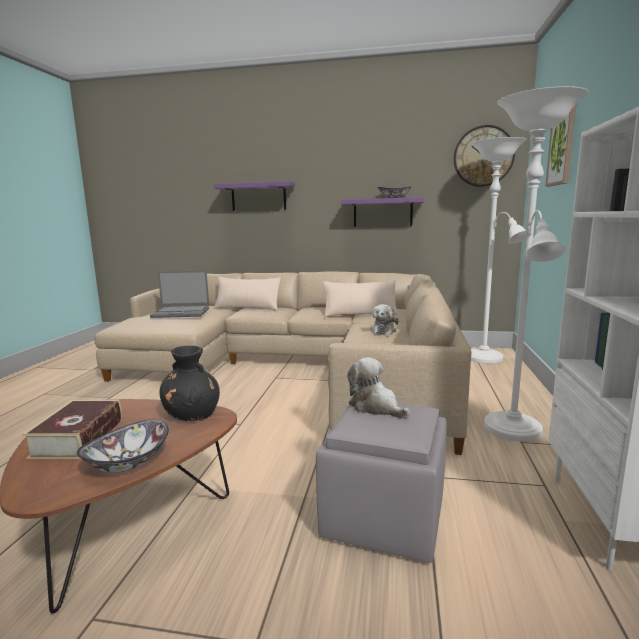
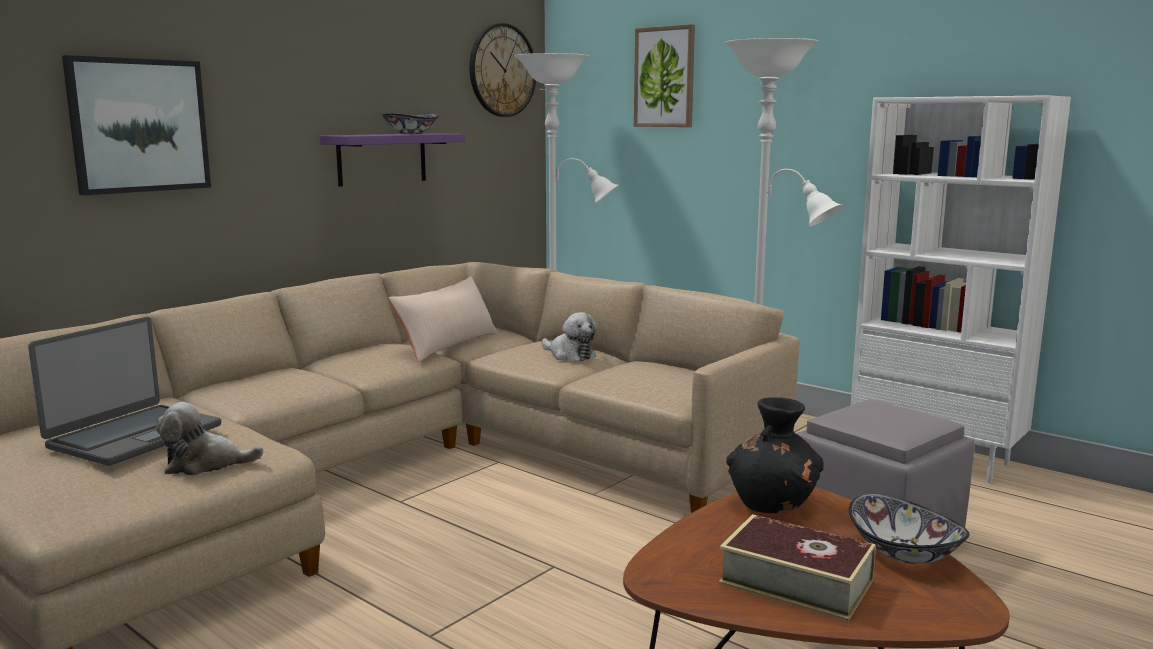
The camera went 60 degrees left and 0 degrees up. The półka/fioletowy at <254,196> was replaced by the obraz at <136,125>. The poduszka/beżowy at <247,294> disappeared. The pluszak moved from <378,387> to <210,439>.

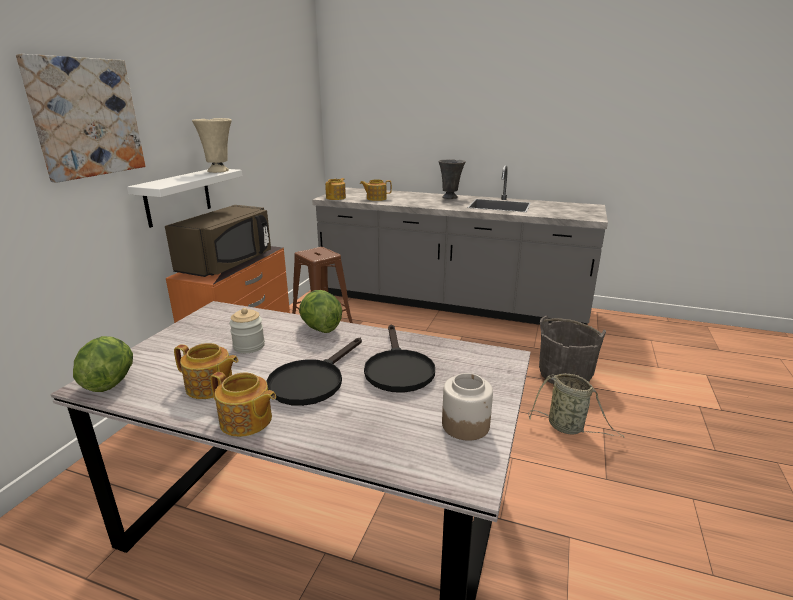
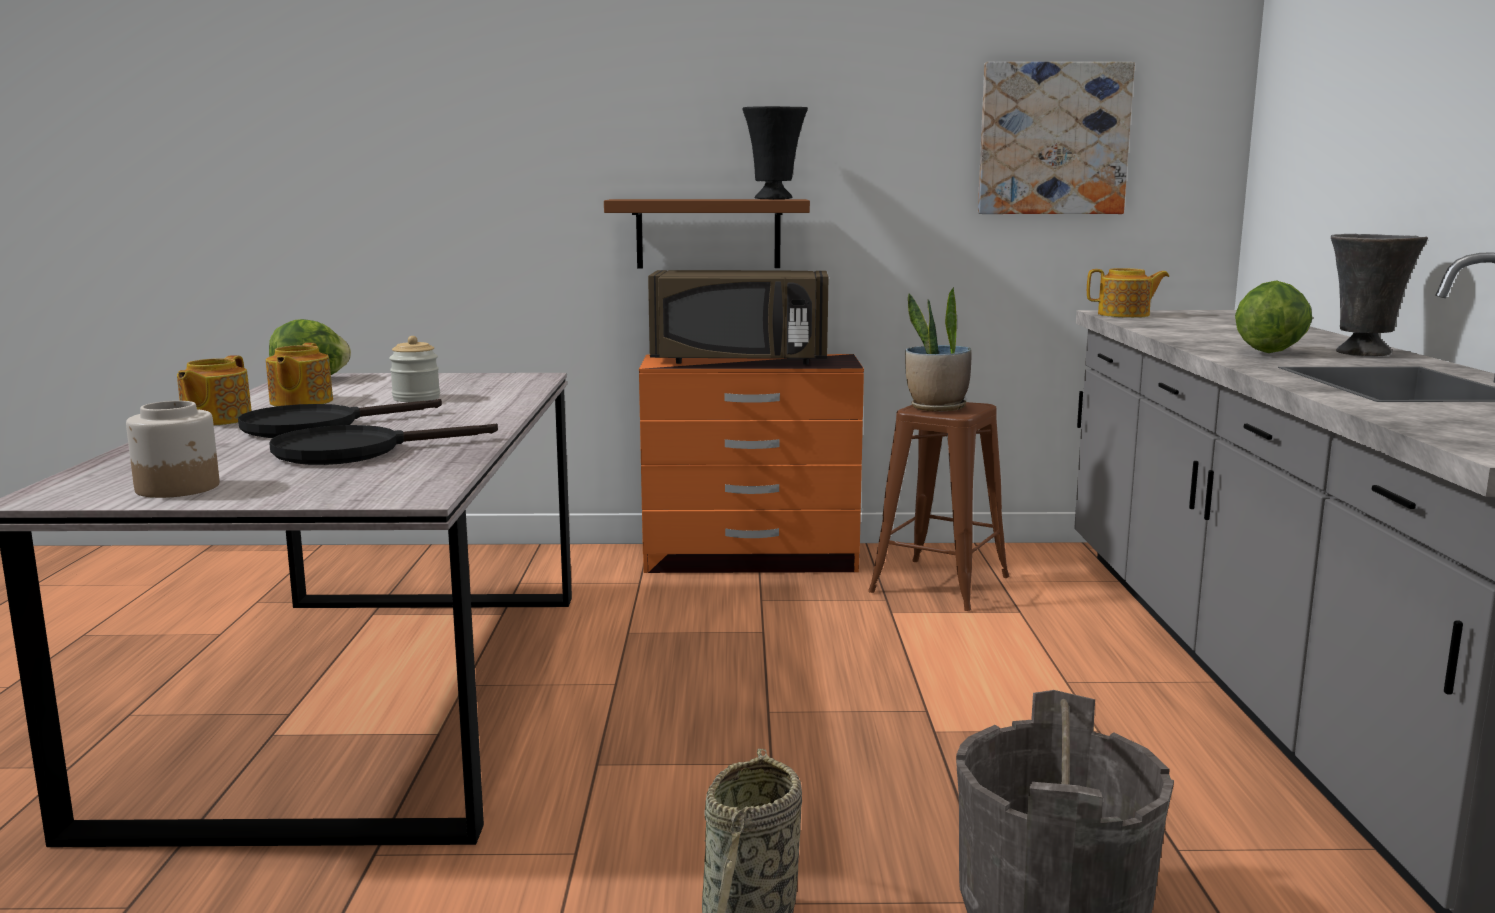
The camera went 70 degrees right and 10 degrees down. The obraz moved from <80,118> to <1056,138>. The półka/biały at <184,198> became the półka/brązowy at <707,233>. The wazon/beżowy at <212,145> became the wazon/czarny at <775,152>. The patelnia/czarny at <314,372> turned 45 degrees counterclockwise. The sałata moved from <320,311> to <1273,316>. The imbryk at <376,190> disappeared. The roślina doniczkowa at <938,349> appeared.

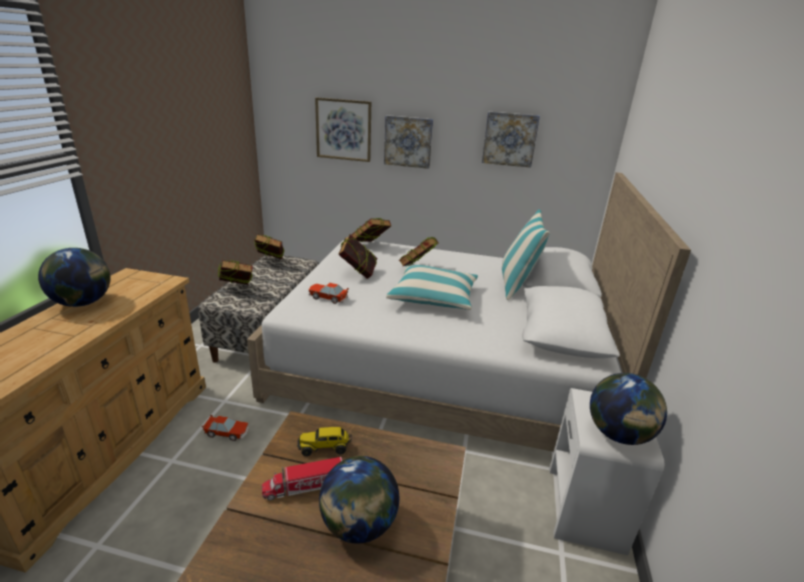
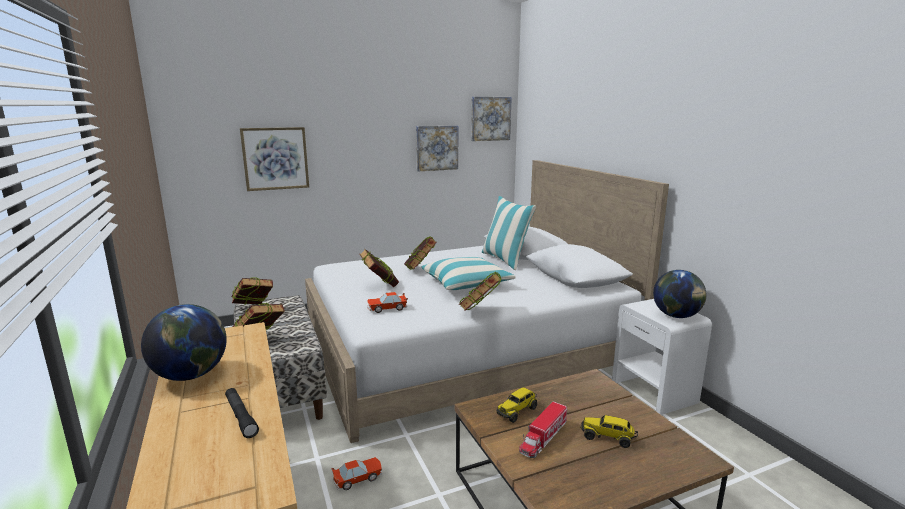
The camera went 35 degrees left and 10 degrees down. The globus at <359,500> was replaced by the ciężarówka zabawkowa at <609,431>. The książka moved from <371,230> to <480,291>. The obraz moved from <408,142> to <491,119>. The latarka/czarny at <242,413> appeared.

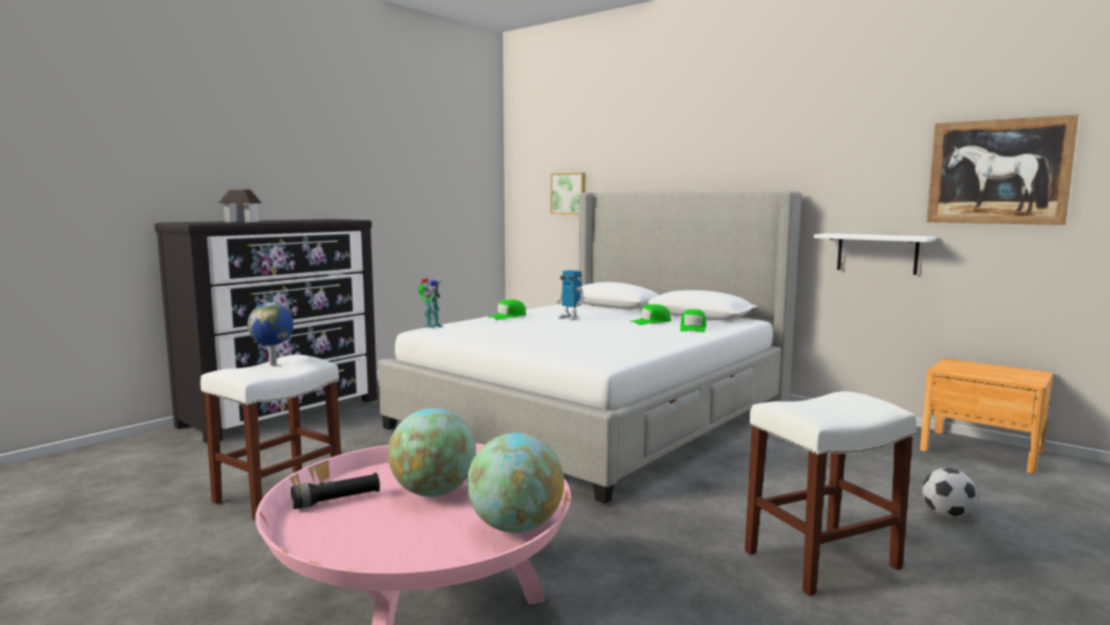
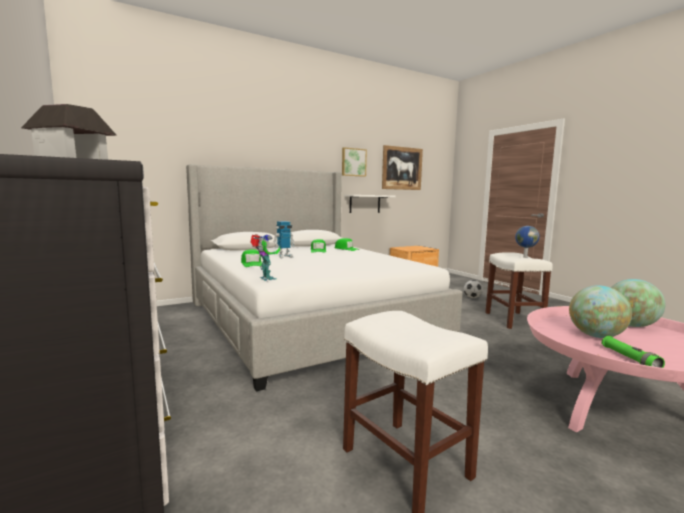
The camera went 70 degrees left and 0 degrees up. The globus moved from <270,334> to <527,242>. The latarka/czarny at <335,491> became the latarka/zielony at <633,352>. The obraz moved from <568,193> to <354,162>.

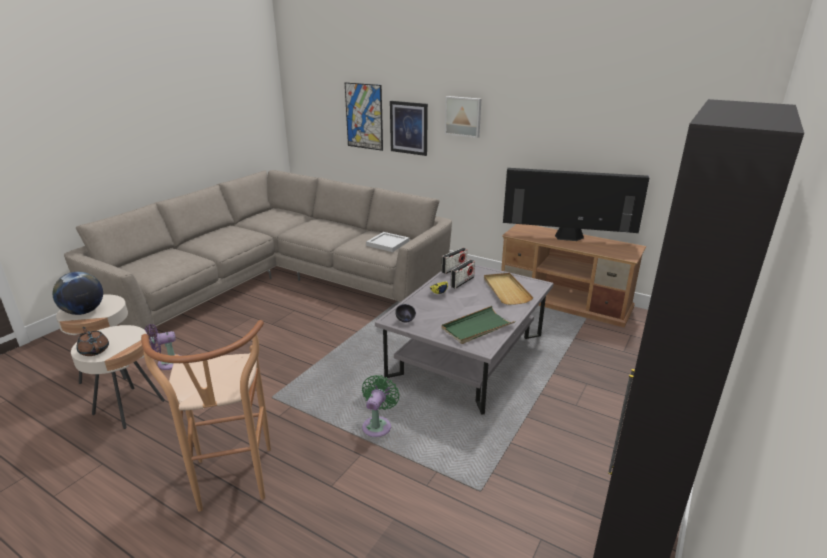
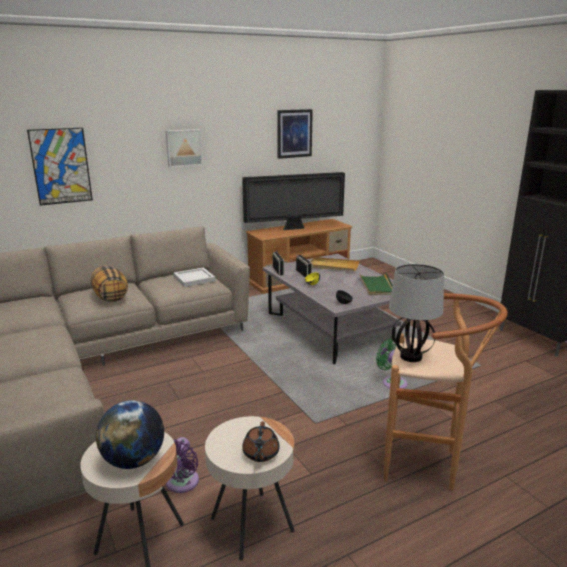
The camera went 60 degrees left and 5 degrees down. The imbryk/brązowy at <93,341> turned 75 degrees counterclockwise. The obraz moved from <409,128> to <295,134>. The telewizor at <576,204> turned 150 degrees counterclockwise. The poduszka at <109,283> appeared. The lampa stołowa at <416,313> appeared.

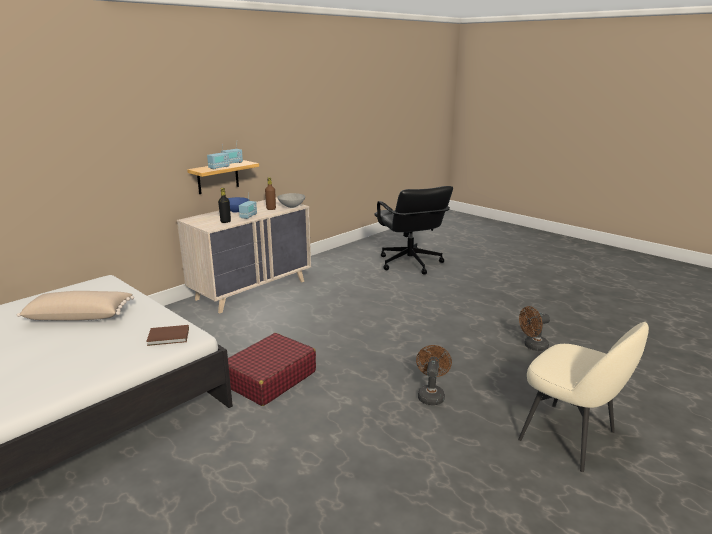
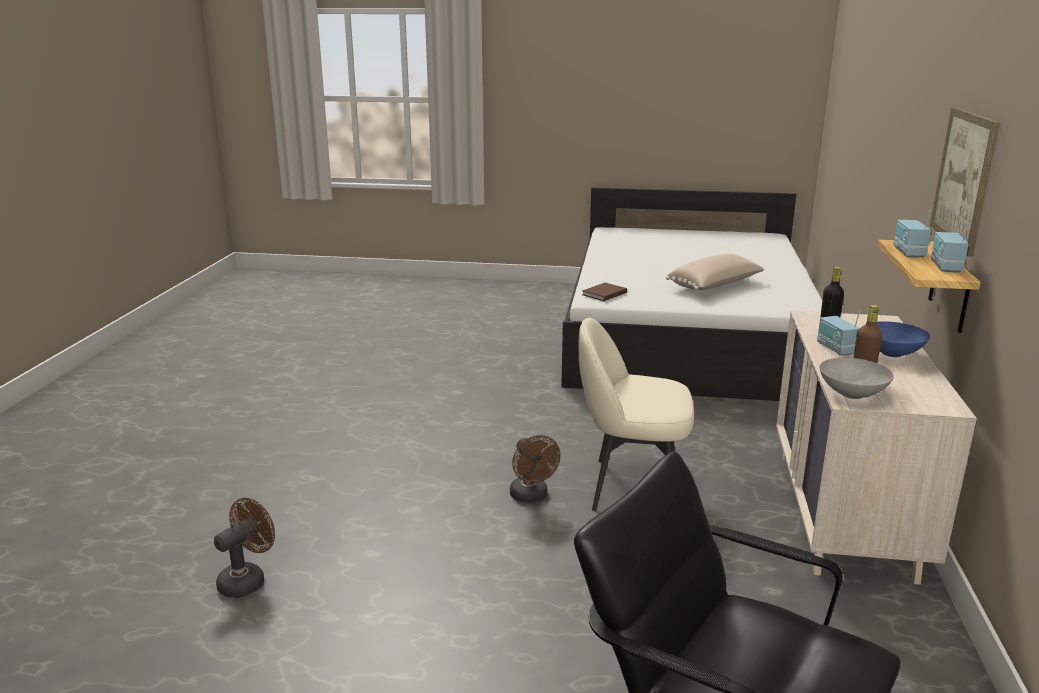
The camera went 145 degrees right and 0 degrees up. The walizka/czerwony at <272,369> disappeared. The wentylator/brązowy moved from <434,375> to <535,469>. The krzesło/beżowy moved from <583,397> to <636,414>. The obraz at <965,182> appeared.

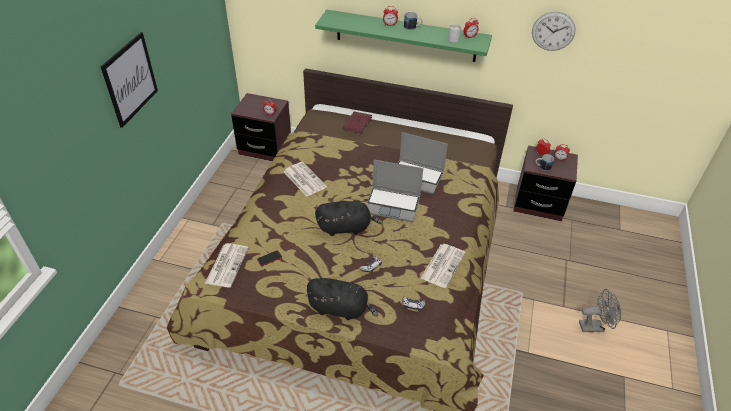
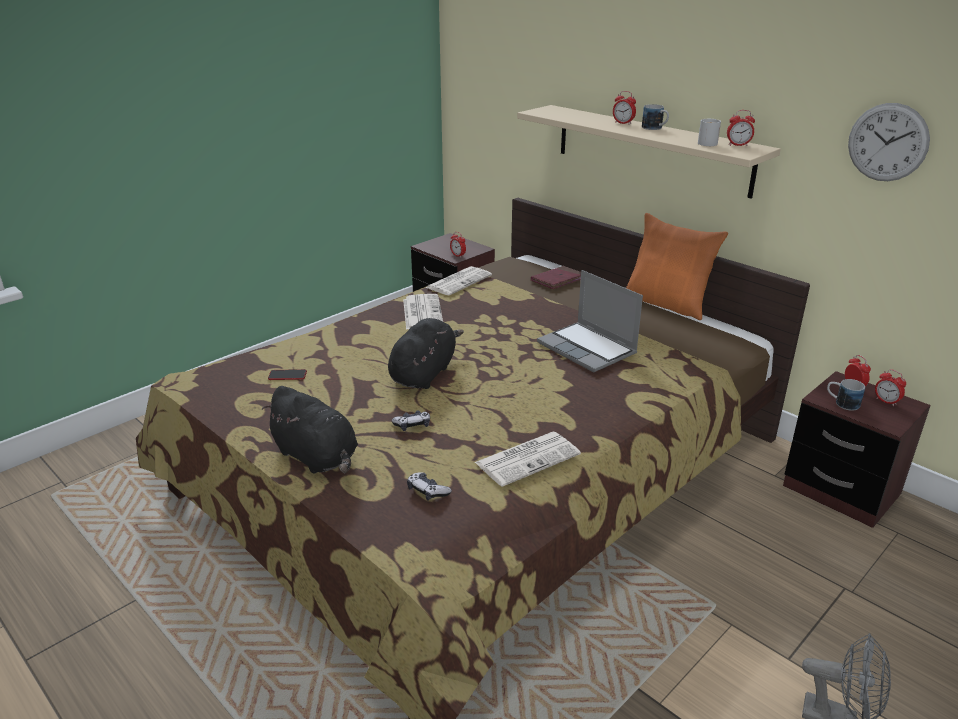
The camera went 30 degrees right and 15 degrees down. The obraz at <129,80> disappeared. The gazeta moved from <227,265> to <458,280>. The półka/zielony at <403,36> became the półka/beżowy at <649,152>. The pluszak/czarny at <349,218> turned 90 degrees counterclockwise. The laptop at <394,191> disappeared. The poduszka/pomarańczowy at <677,266> appeared.

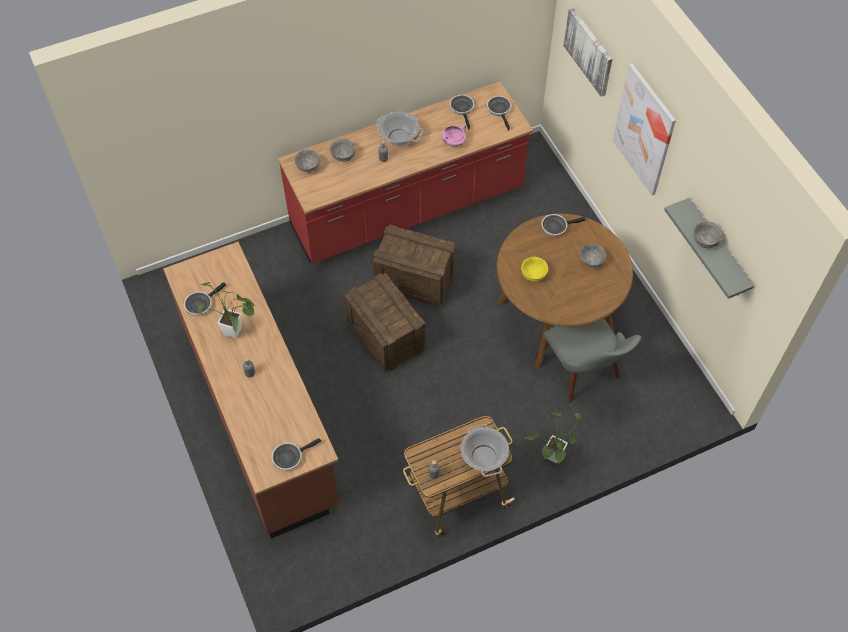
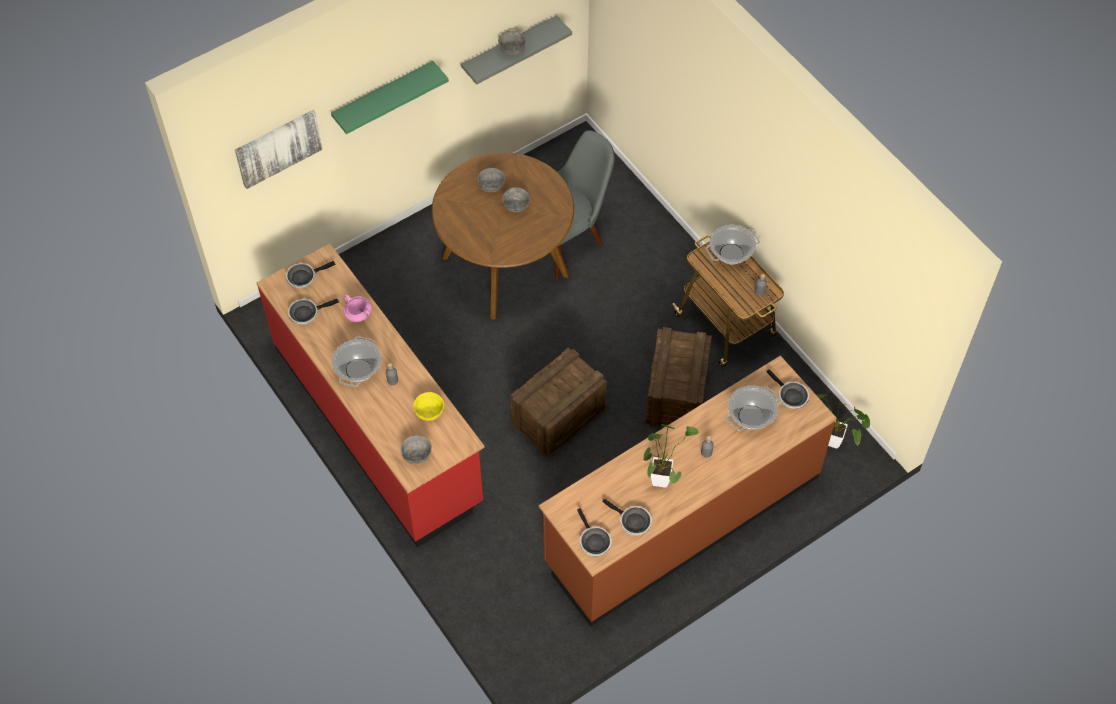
The camera went 100 degrees left and 0 degrees up. The miska/szary moved from <343,150> to <516,200>. The skrzynka moved from <414,266> to <678,377>. The miska/żółty moved from <534,269> to <428,406>. The roślina doniczkowa moved from <553,437> to <843,421>. The patelnia moved from <563,225> to <594,532>. The obraz at <644,129> was replaced by the półka/zielony at <390,97>. The garnek at <752,408> appeared.

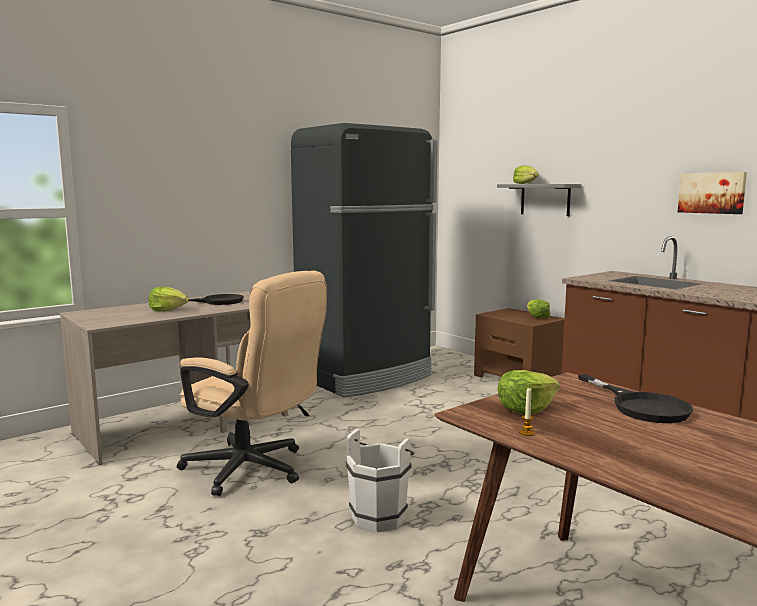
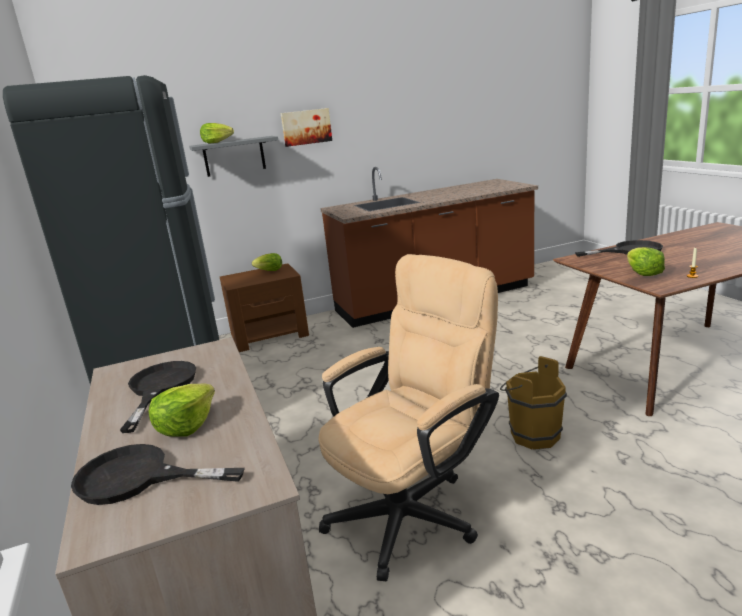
The camera went 70 degrees left and 10 degrees up. The wiadro/biały at <379,480> became the wiadro/brązowy at <533,403>. The obraz moved from <712,193> to <306,127>. The patelnia/czarny at <158,474> appeared.

